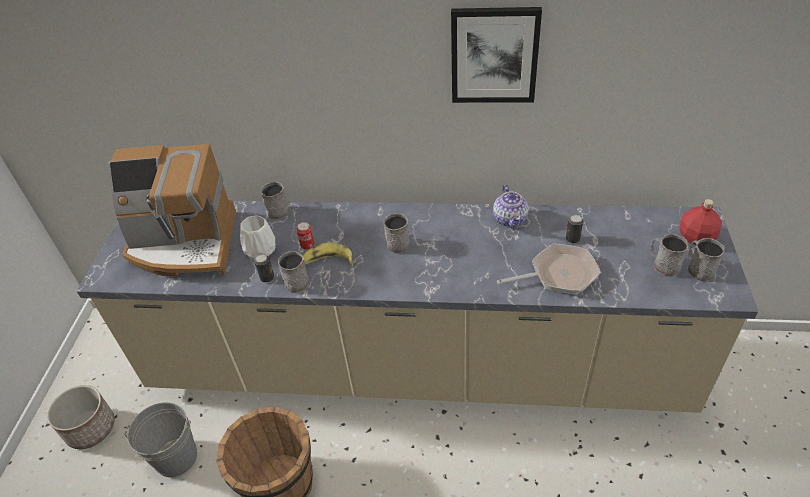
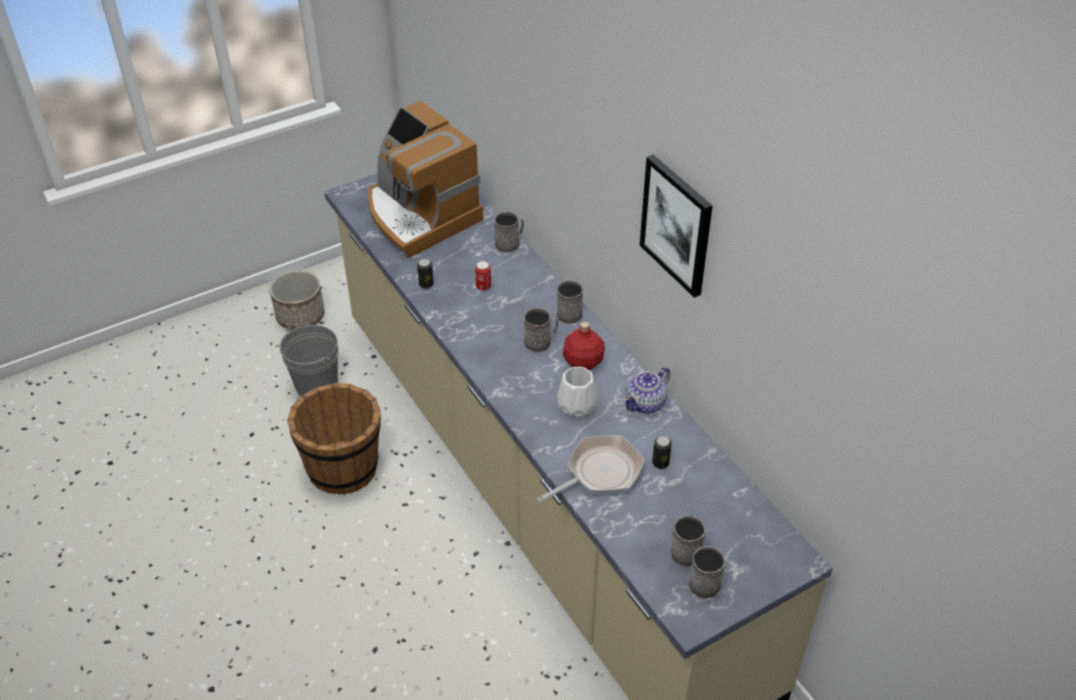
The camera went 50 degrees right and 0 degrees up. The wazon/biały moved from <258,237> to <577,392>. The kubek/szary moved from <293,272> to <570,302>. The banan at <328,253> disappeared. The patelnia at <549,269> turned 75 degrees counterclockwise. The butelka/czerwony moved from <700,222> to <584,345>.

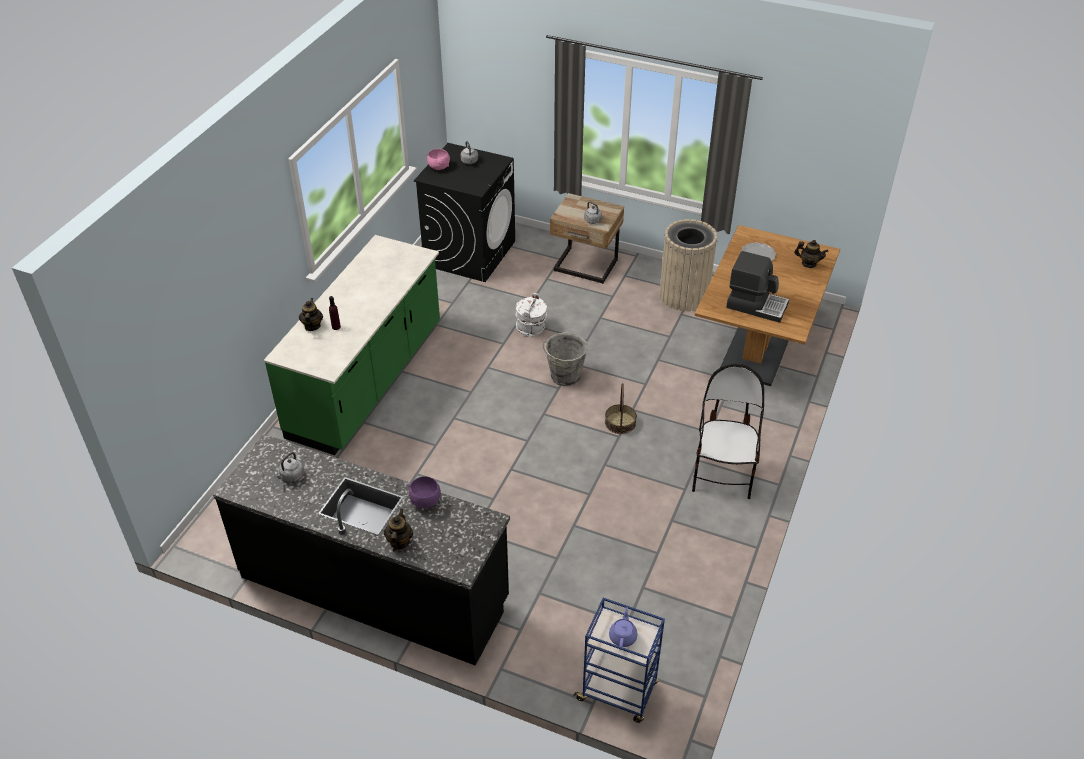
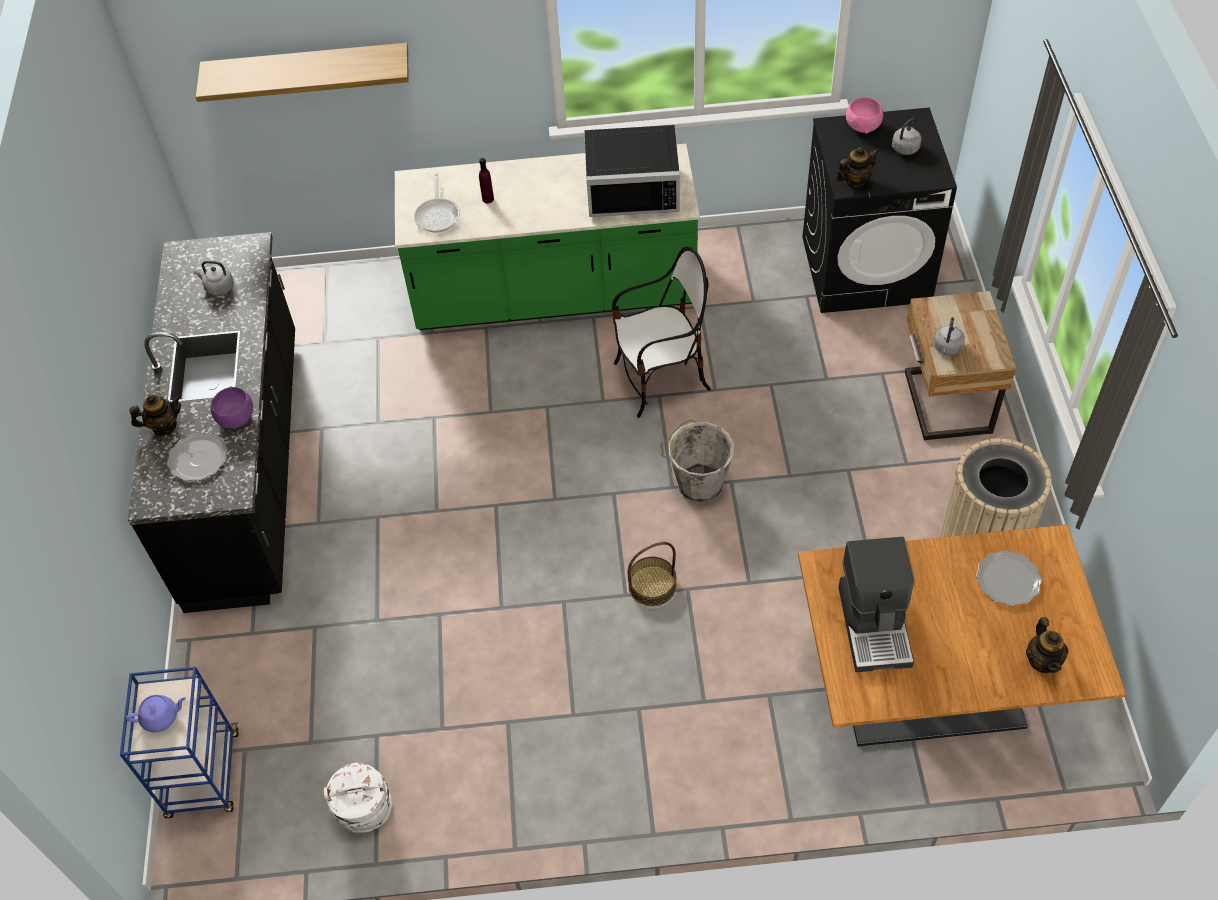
The camera went 65 degrees right and 10 degrees up. The imbryk moved from <311,314> to <857,167>. The wiadro/biały moved from <531,315> to <358,798>. The krzesło moved from <728,431> to <661,332>. The talerz at <197,457> appeared. The półka at <302,72> appeared. The patelnia at <437,202> appeared. The mikrofalówka/czarny at <632,171> appeared.

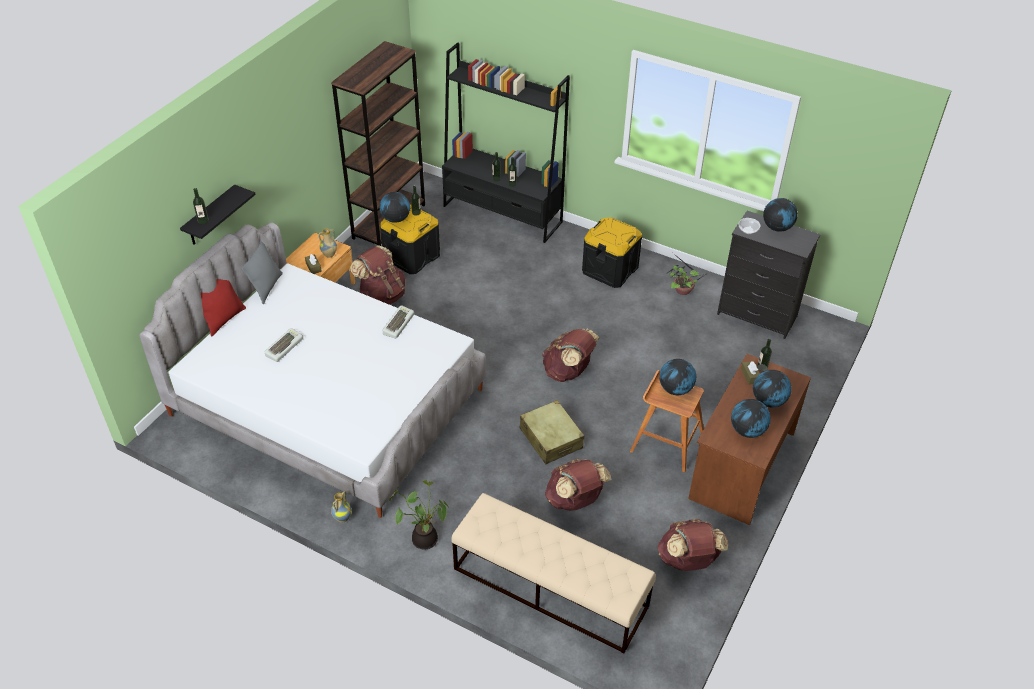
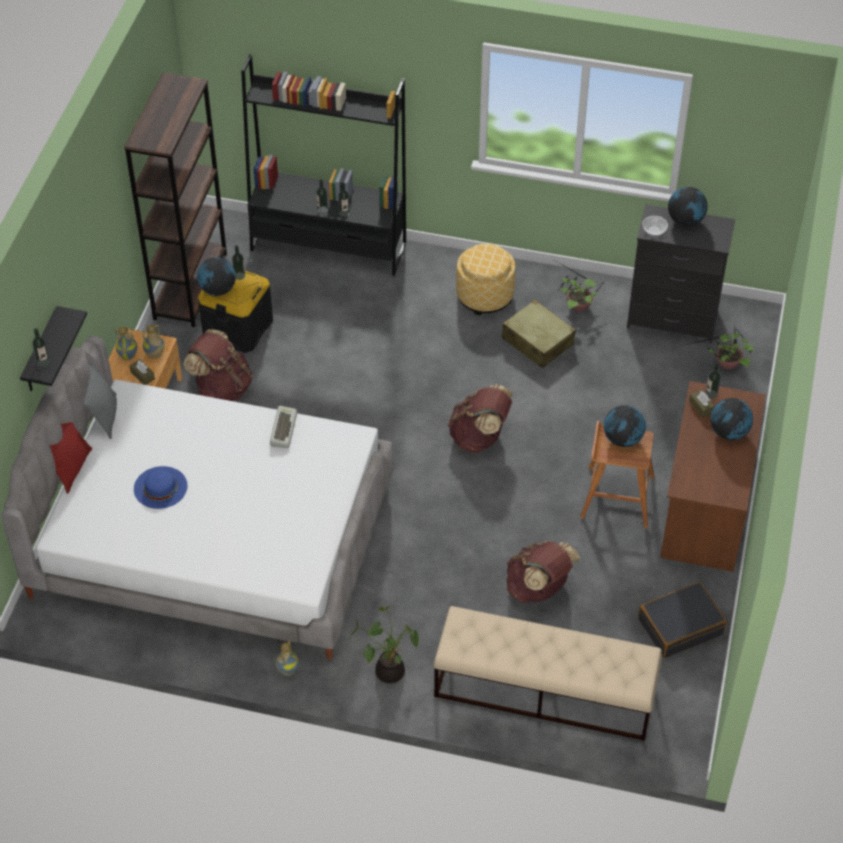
The camera went 15 degrees left and 5 degrees up. The klawiatura at <284,345> was replaced by the kapelusz/niebieski at <160,487>. The walizka/beżowy moved from <552,432> to <539,334>. The pojemnik do przechowywania/czarny at <612,252> was replaced by the pufa at <485,279>. The plecak/brązowy at <693,545> was replaced by the walizka/czarny at <682,620>. The globus at <751,418> disappeared. The wazon at <126,343> appeared. The roślina doniczkowa at <718,348> appeared.

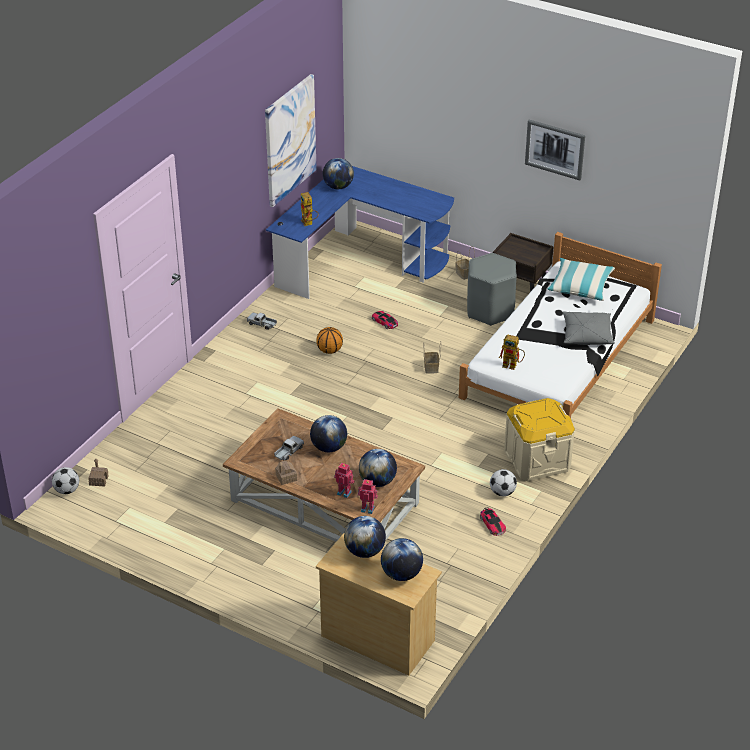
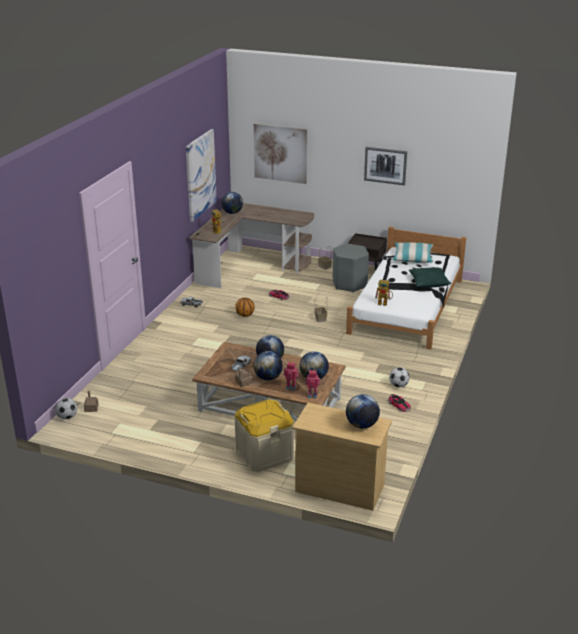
The camera went 10 degrees left and 10 degrees down. The biurko/niebieski at <360,232> became the biurko/brązowy at <251,245>. The globus moved from <365,537> to <268,366>. The pojemnik do przechowywania/beżowy moved from <539,439> to <264,435>. The poduszka/szary at <589,328> became the poduszka/zielony at <430,277>. The obraz at <280,153> appeared.

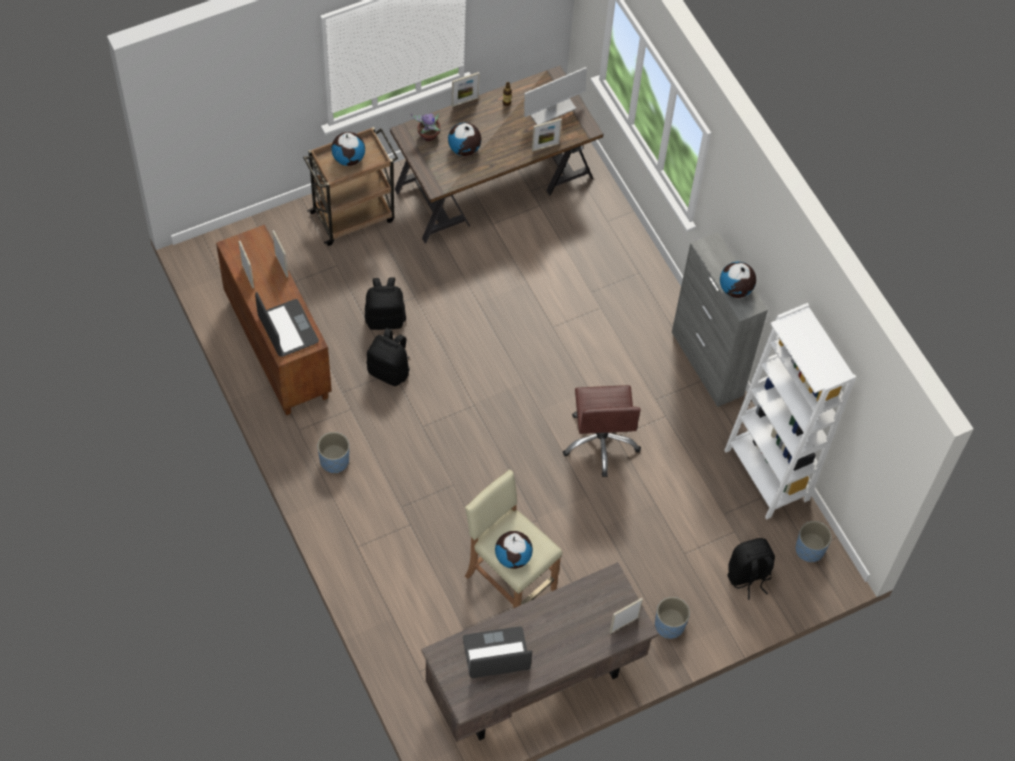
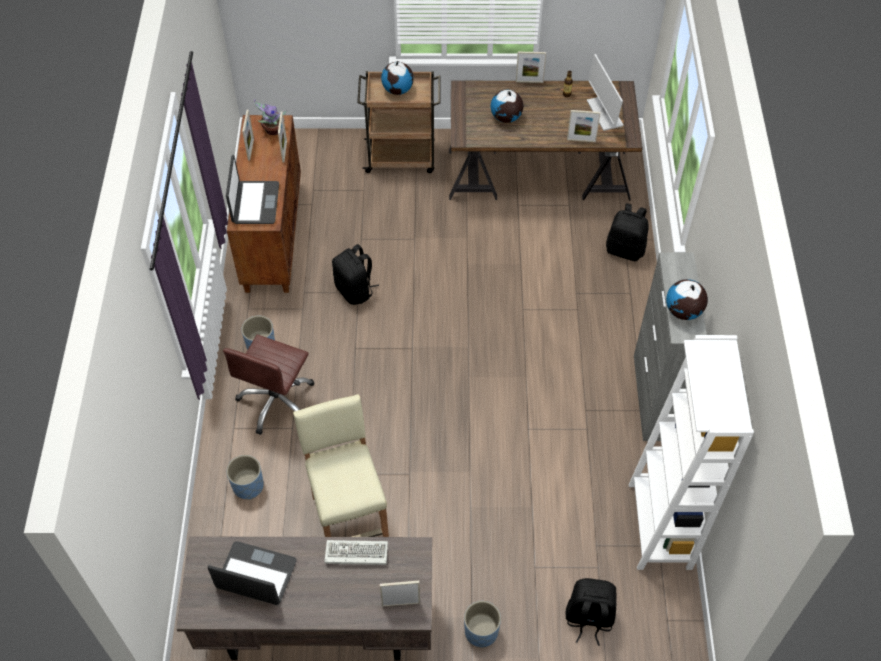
The camera went 30 degrees right and 5 degrees down. The plecak/czarny moved from <385,303> to <627,232>. The roślina doniczkowa moved from <426,127> to <270,117>. The globus at <514,550> disappeared. The monitor at <555,96> turned 75 degrees clockwise. The krzesło biurowe/brązowy moved from <602,431> to <268,384>. The donica/niebieski moved from <814,541> to <245,477>. The klawiatura at <356,552> appeared.

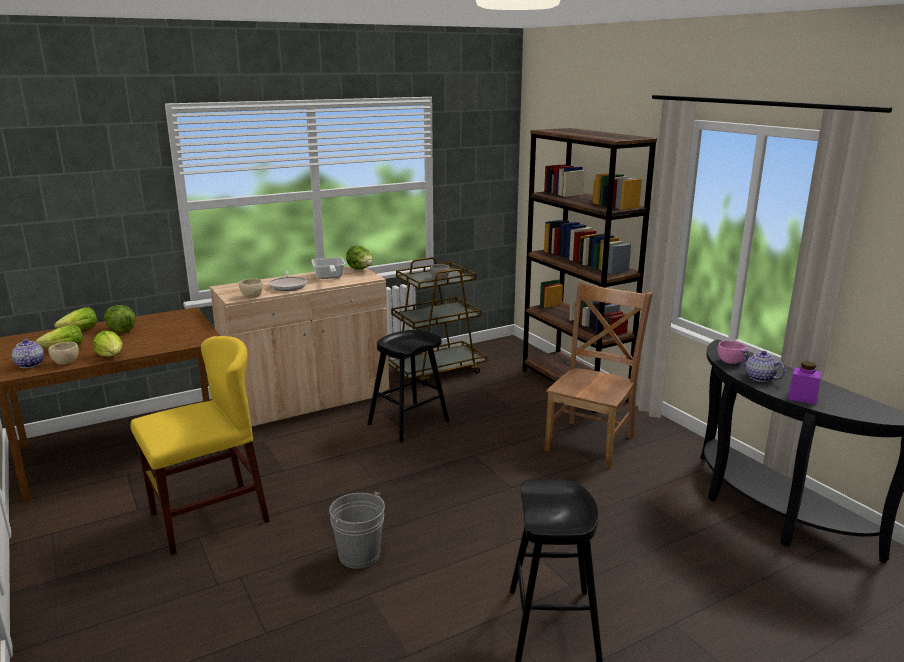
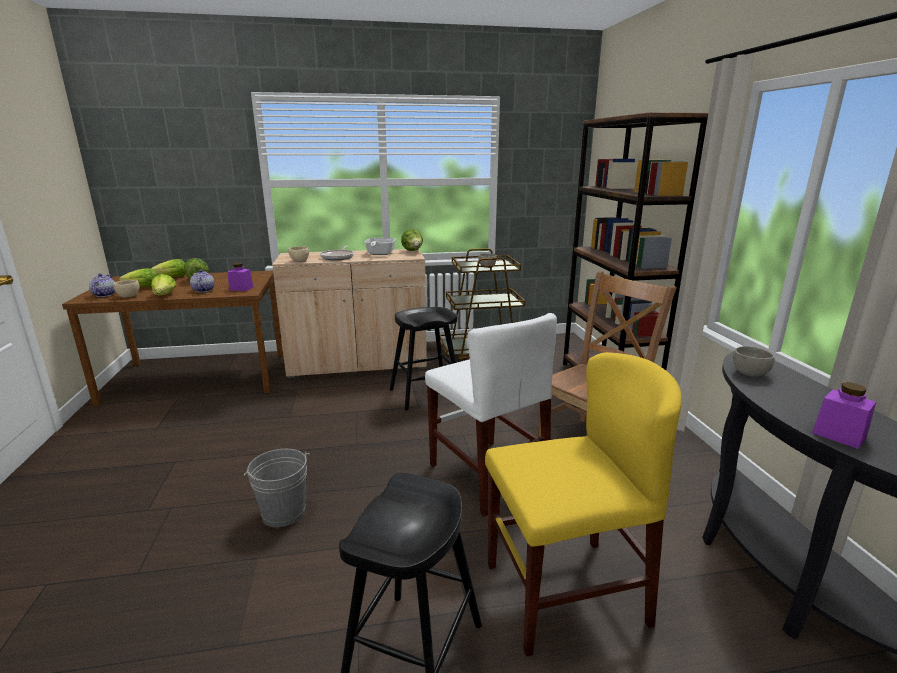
The camera went 20 degrees right and 0 degrees up. The krzesło/żółty moved from <200,445> to <583,504>. The miska/różowy at <732,352> became the miska/szary at <754,361>. The imbryk moved from <763,366> to <202,280>. The słoik/fioletowy at <240,277> appeared. The krzesło/biały at <491,415> appeared.

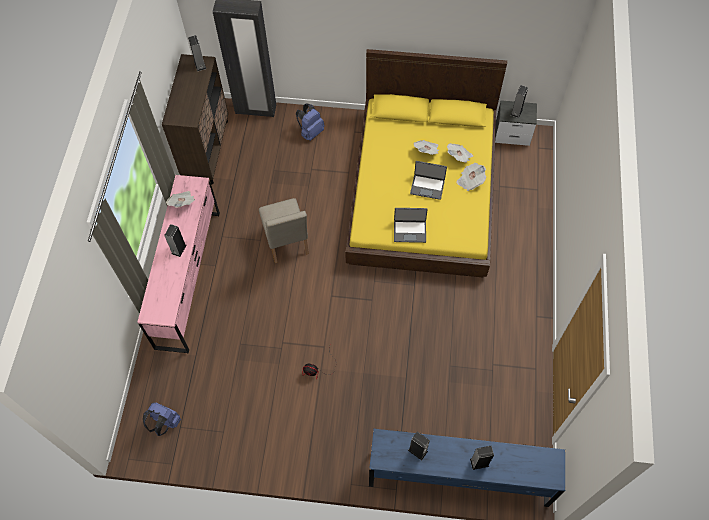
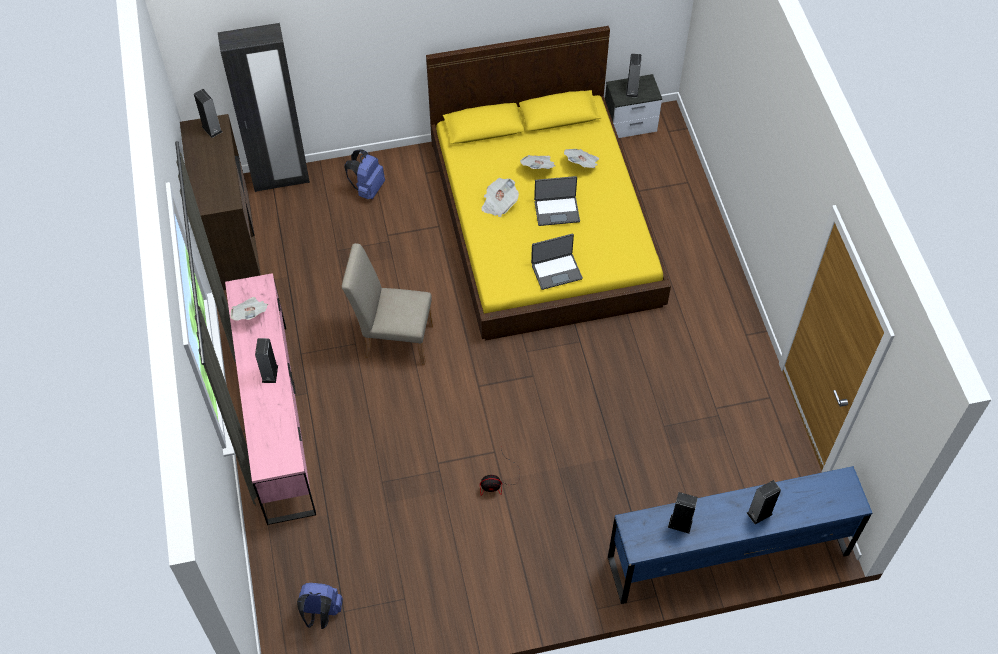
The camera went 20 degrees left and 5 degrees down. The krzesło/beżowy at <284,230> turned 135 degrees clockwise. The gazeta moved from <471,177> to <500,197>.

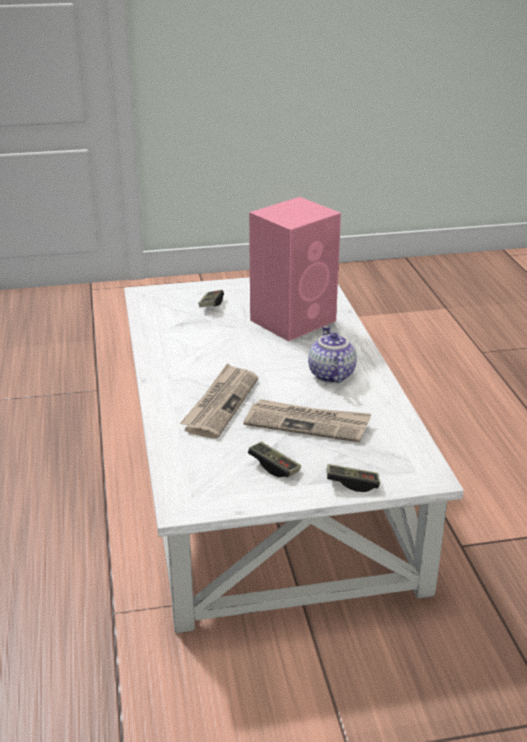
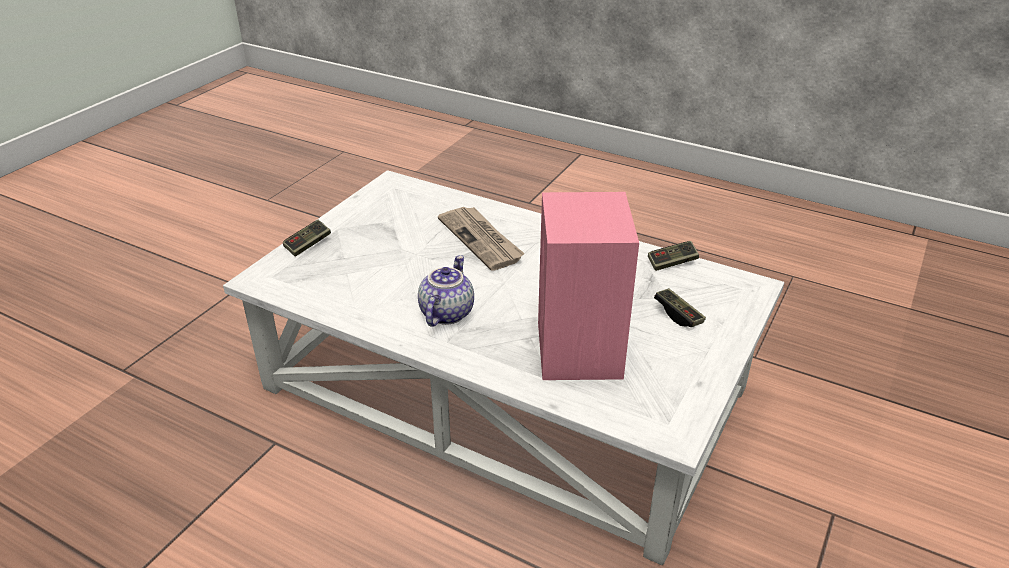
The camera went 130 degrees right and 5 degrees up. The gazeta at <307,421> disappeared. The pad do gier moved from <274,459> to <673,256>. The imbryk at <332,354> turned 105 degrees counterclockwise.

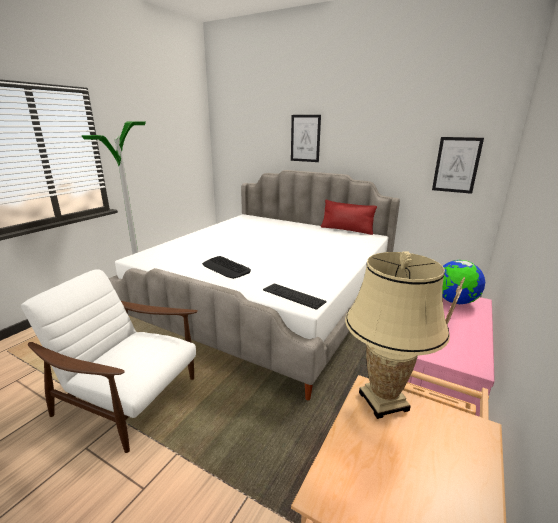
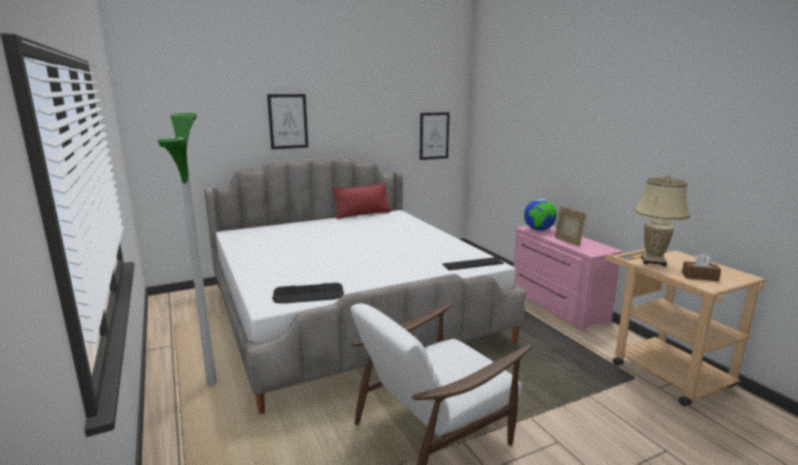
The camera went 55 degrees left and 5 degrees down. The klawiatura moved from <226,267> to <308,293>. The pudełko chusteczek/brązowy at <701,267> appeared.

